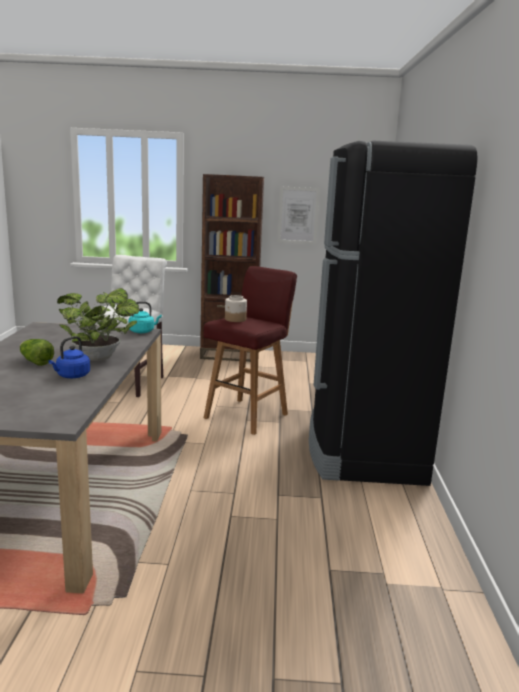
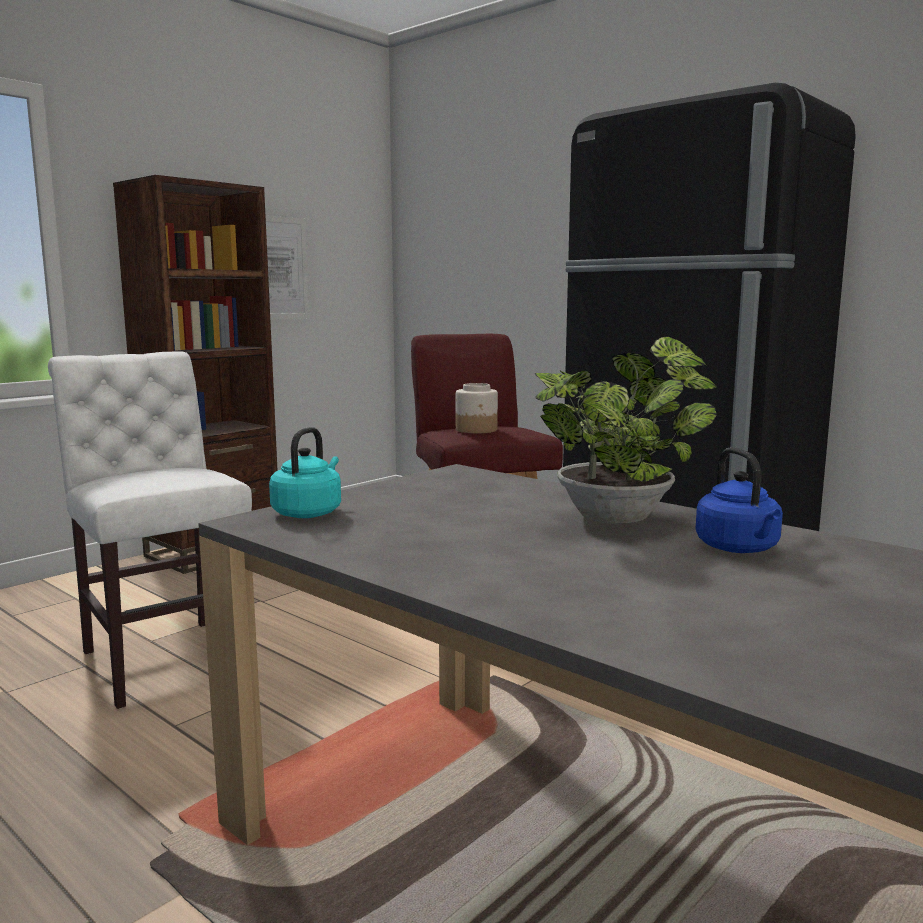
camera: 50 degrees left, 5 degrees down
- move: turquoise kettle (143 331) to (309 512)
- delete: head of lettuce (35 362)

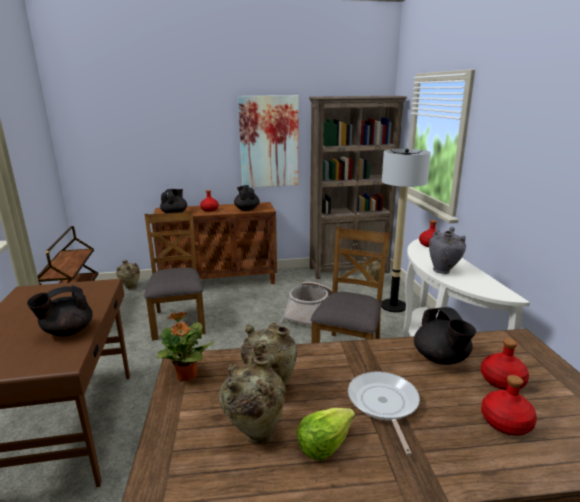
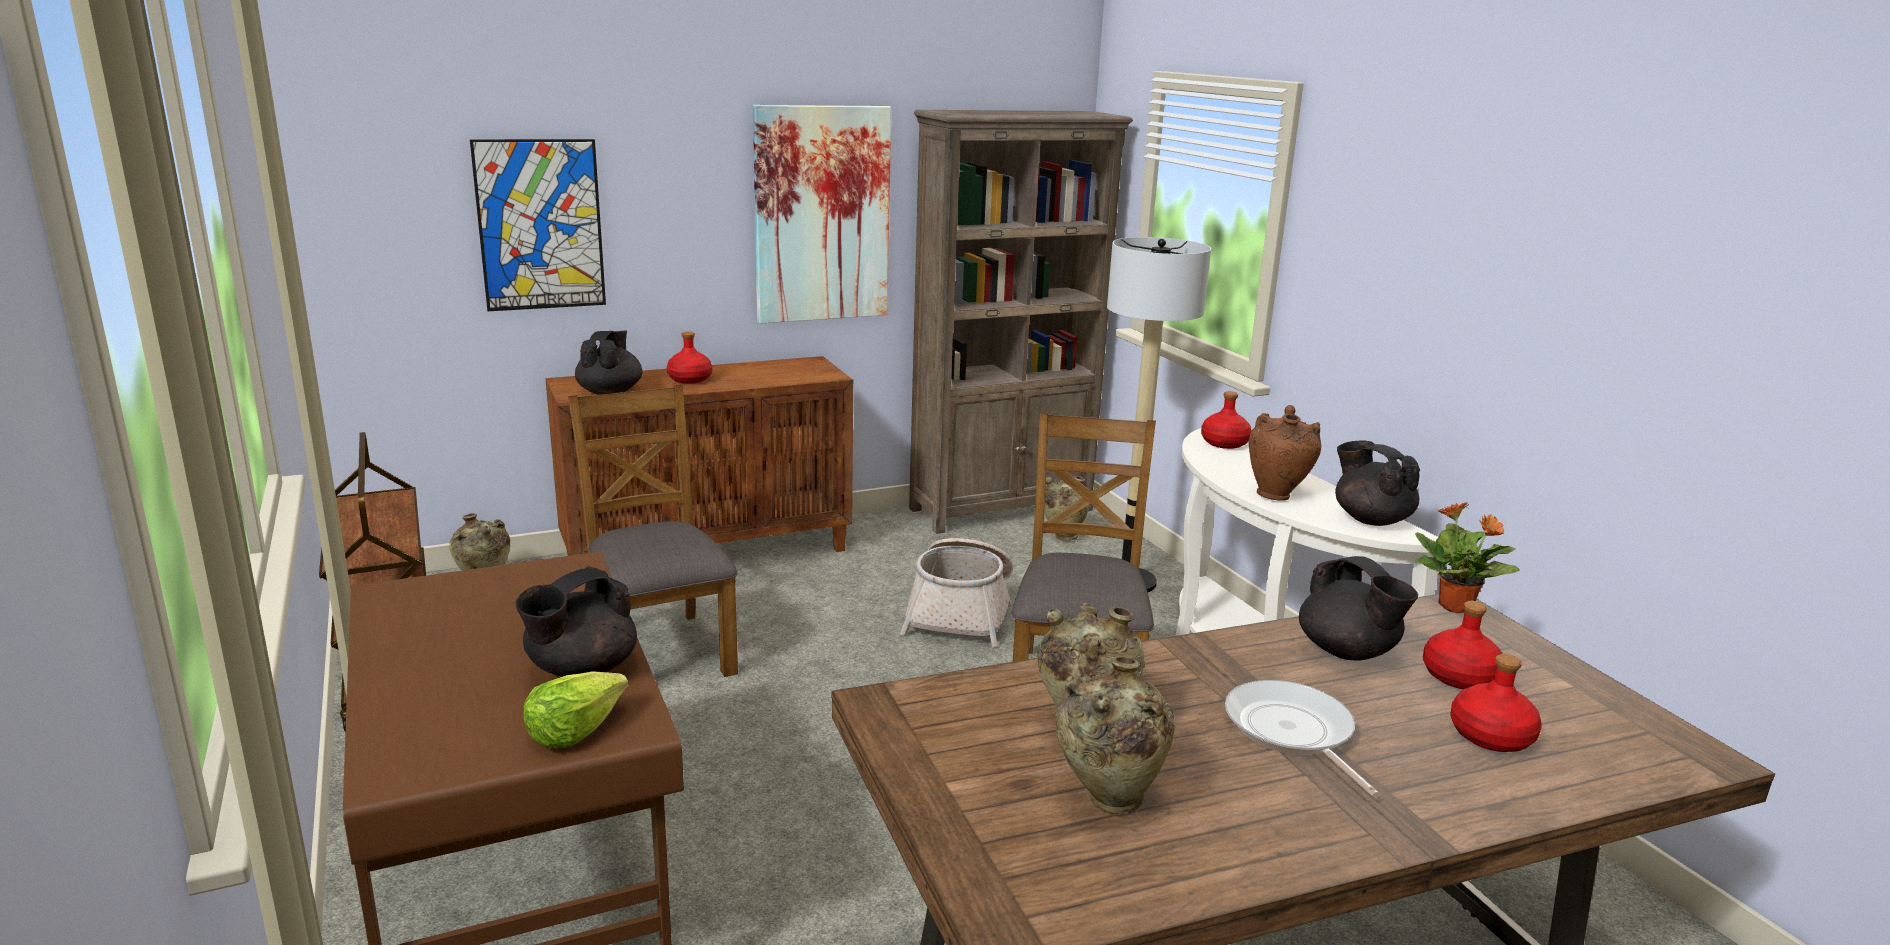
camera: 15 degrees left, 0 degrees up
- move: black-coloured tea pot (246 209) to (1370 519)
- recolor: greyish decorative vase (443 271) to brown-coloured decorative vase (1276 495)
- move: potted plant (186 376) to (1456 607)
- move: head of lettuce (324 443) to (574 730)
- insert: picture (540 225)

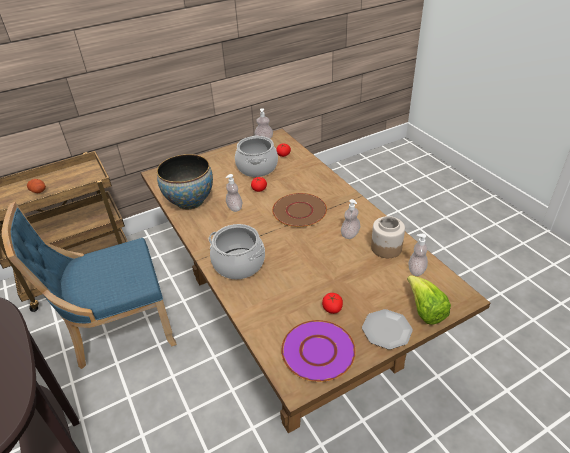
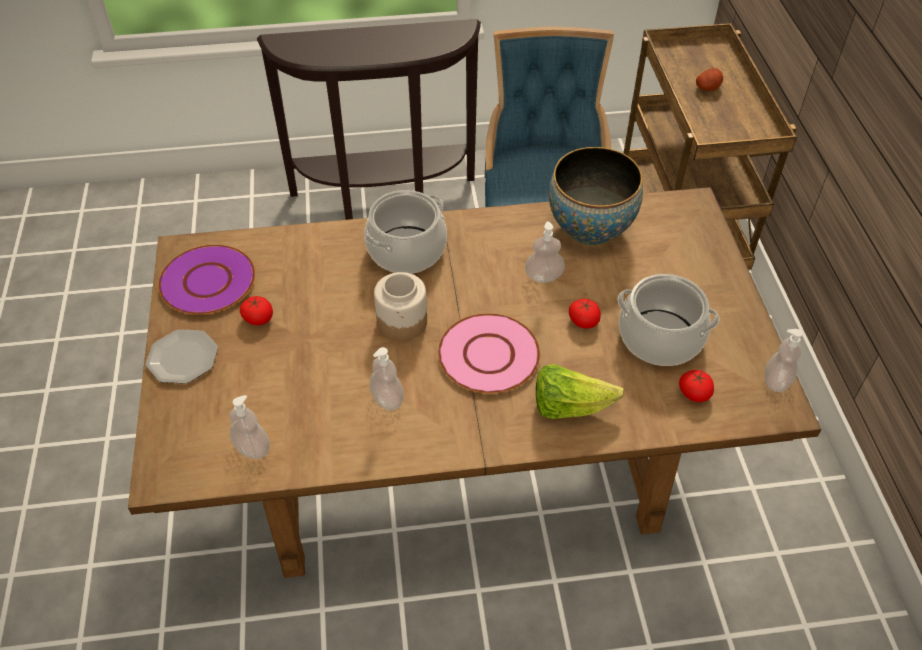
camera: 110 degrees right, 10 degrees up
- recolor: brown-coloured plate (300 211) to pink plate (488 355)
- move: preserve jar (385 248) to (402 322)
- move: head of lettuce (425 310) to (569 407)

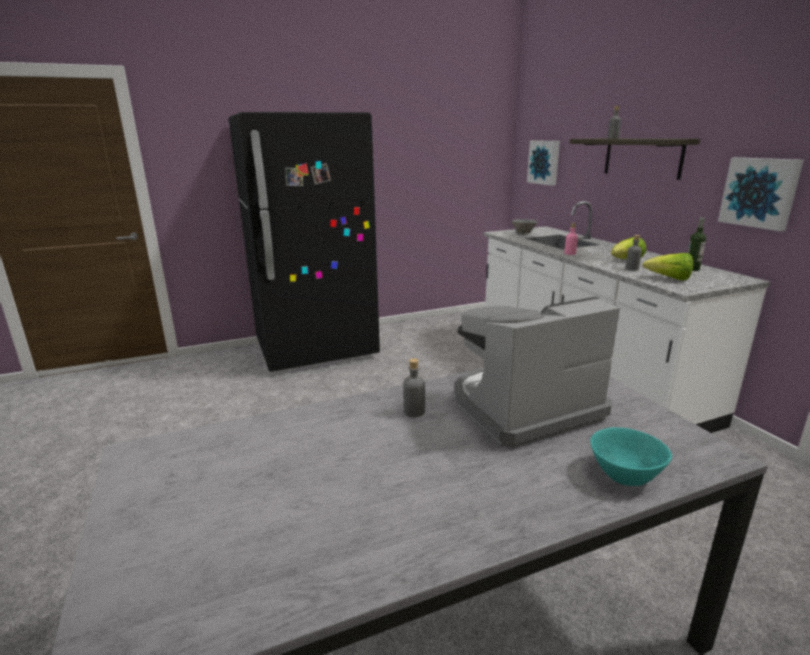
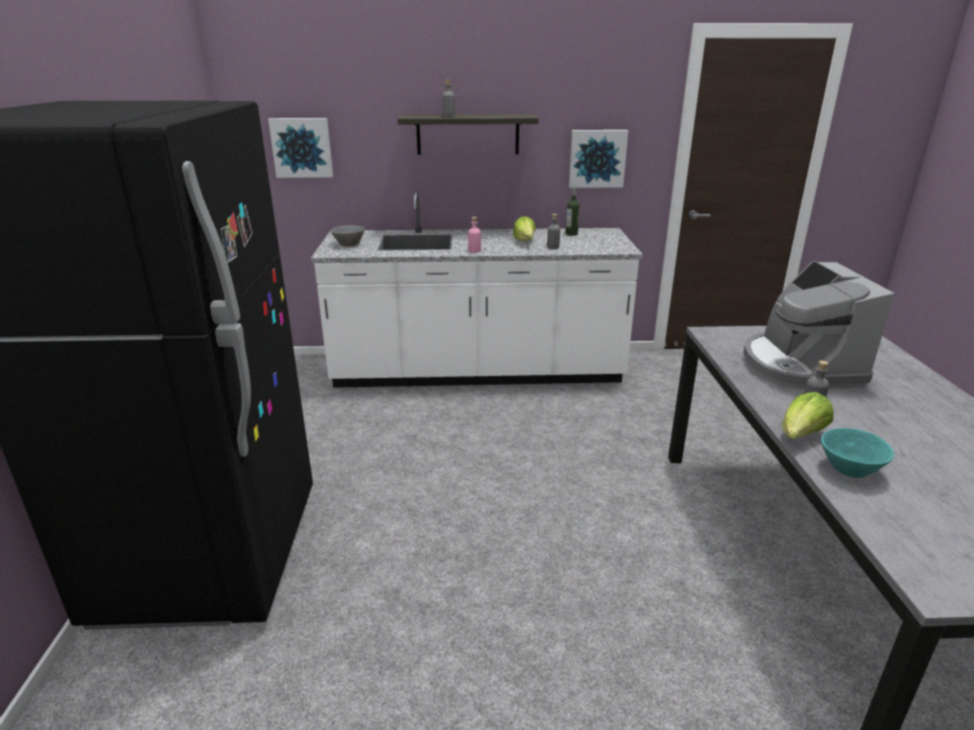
camera: 70 degrees left, 5 degrees up
- move: head of lettuce (669 279) to (801 436)
- move: turquoise bowl (624 474) to (847 469)

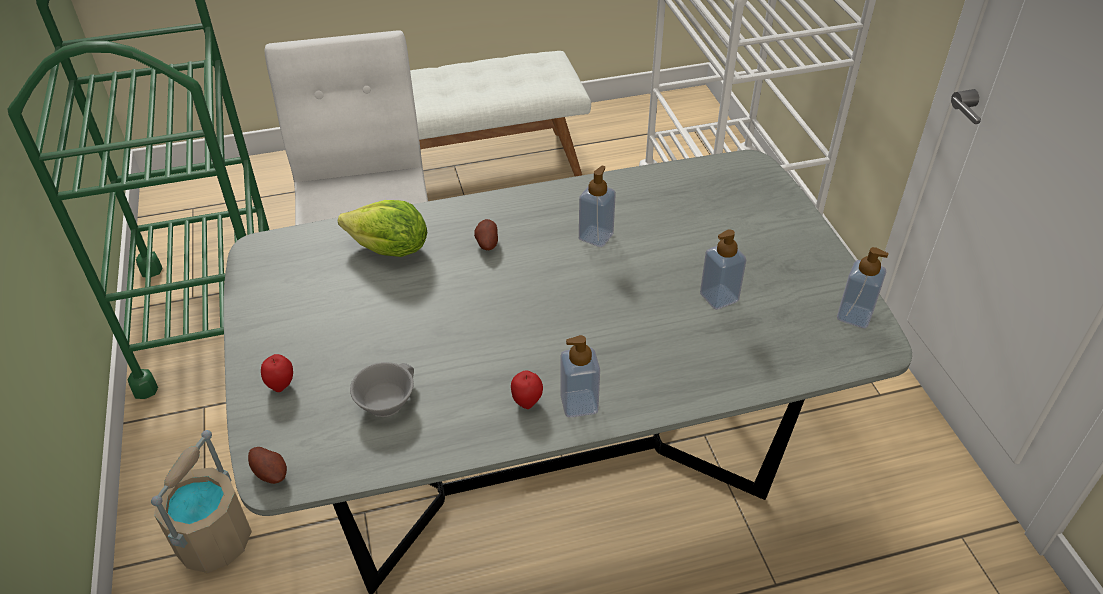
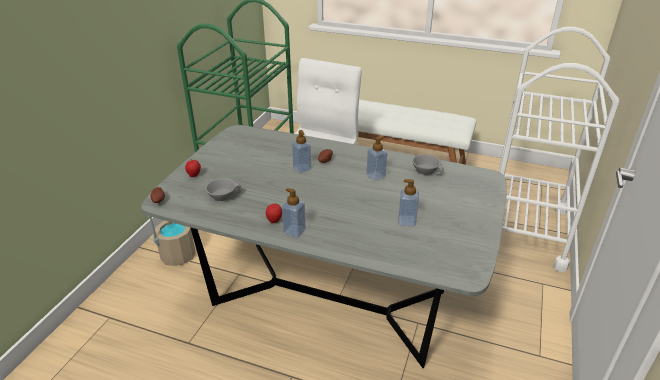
camera: 35 degrees right, 10 degrees down
- delete: head of lettuce (390 250)
- move: liquid soap bottle (854 315) to (302 168)
- insert: greyish cup (426 171)

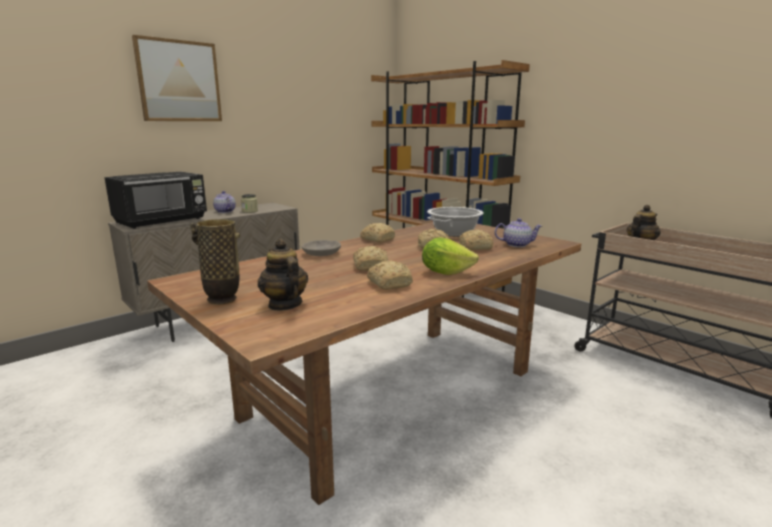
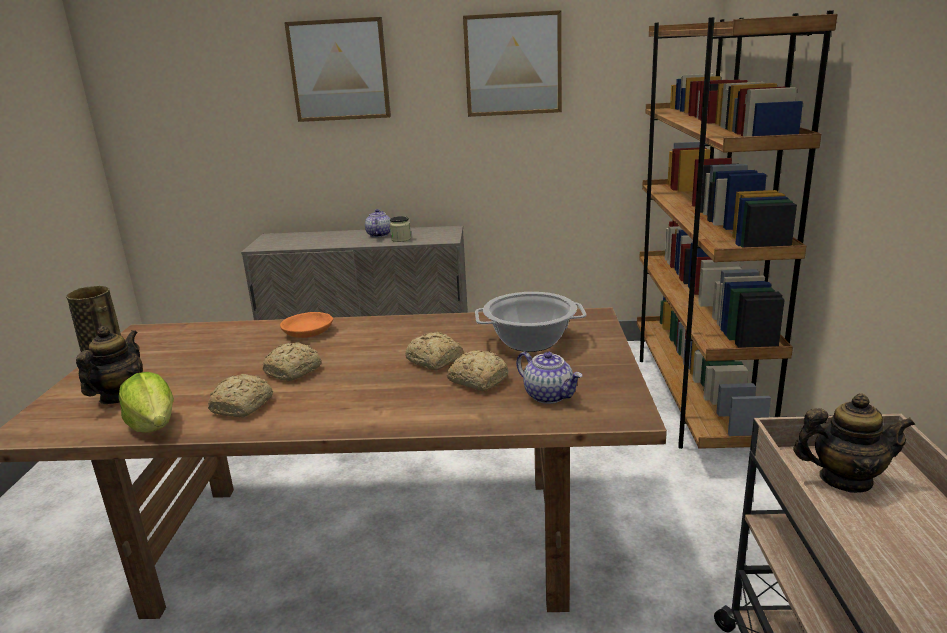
camera: 45 degrees right, 5 degrees up
- delete: black-coloured kitchen microwave (162 221)
- delete: bread (377 239)
- move: head of lettuce (445 272) to (154 425)
- recolor: greyish bowl (322 253) to orange-coloured bowl (309 332)
- insert: picture (513 64)

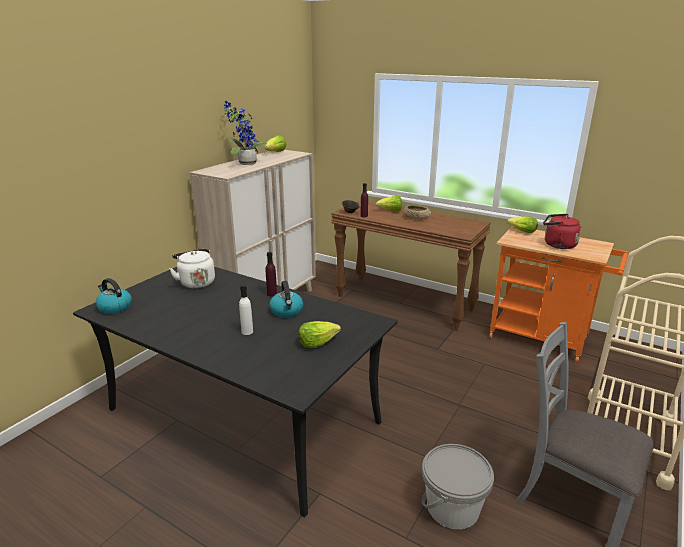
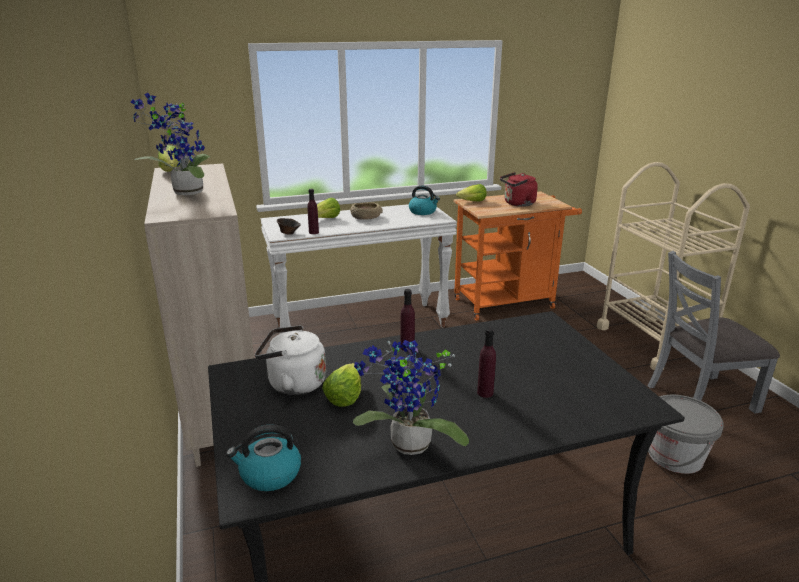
camera: 50 degrees left, 0 degrees up
- recolor: brown-coloured console table (404 303) to whitish console table (361 326)
- move: kettle (287 311) to (423 212)
- recolor: whitish bottle (247 332) to purple-coloured bottle (485 393)
- move: head of lettuce (317 342) to (344 396)
- insert: potted plant (407 447)

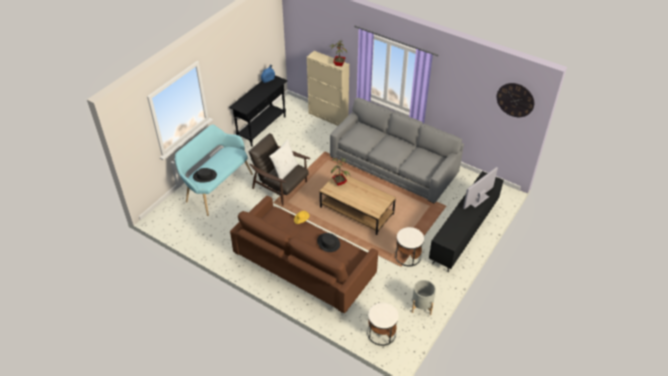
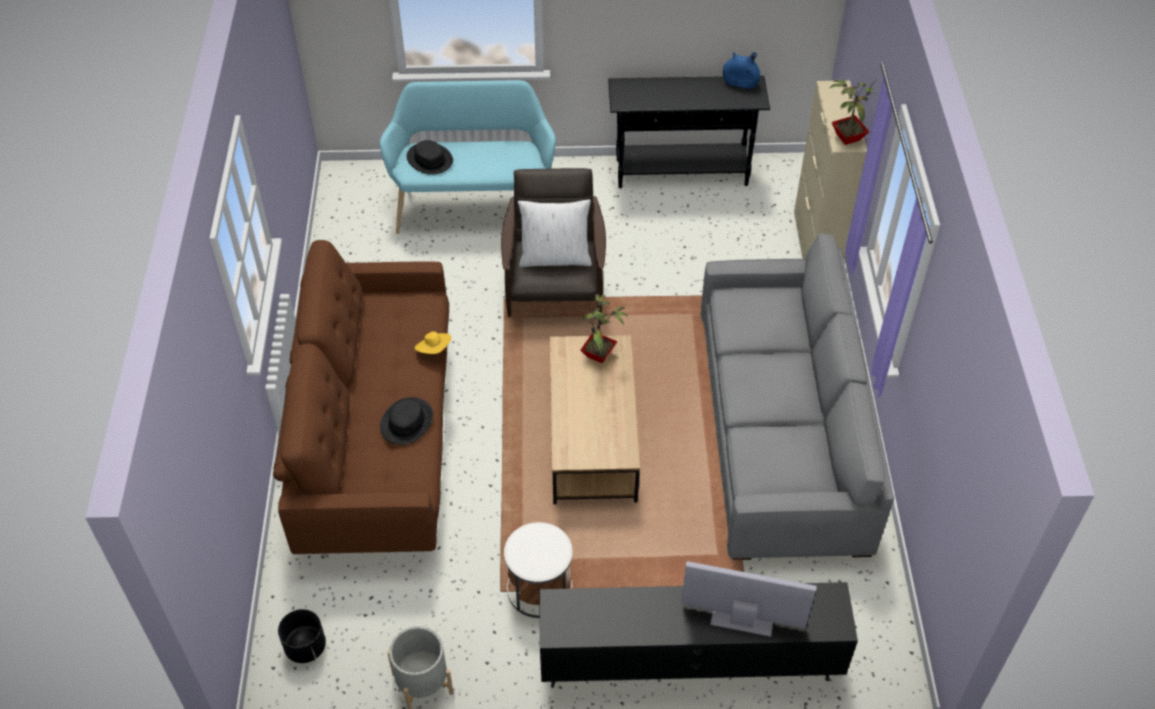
camera: 55 degrees right, 5 degrees up
- delete: wall clock (515 100)
- replace: whitish end table (381 333) to black-coloured flower pot (305 647)

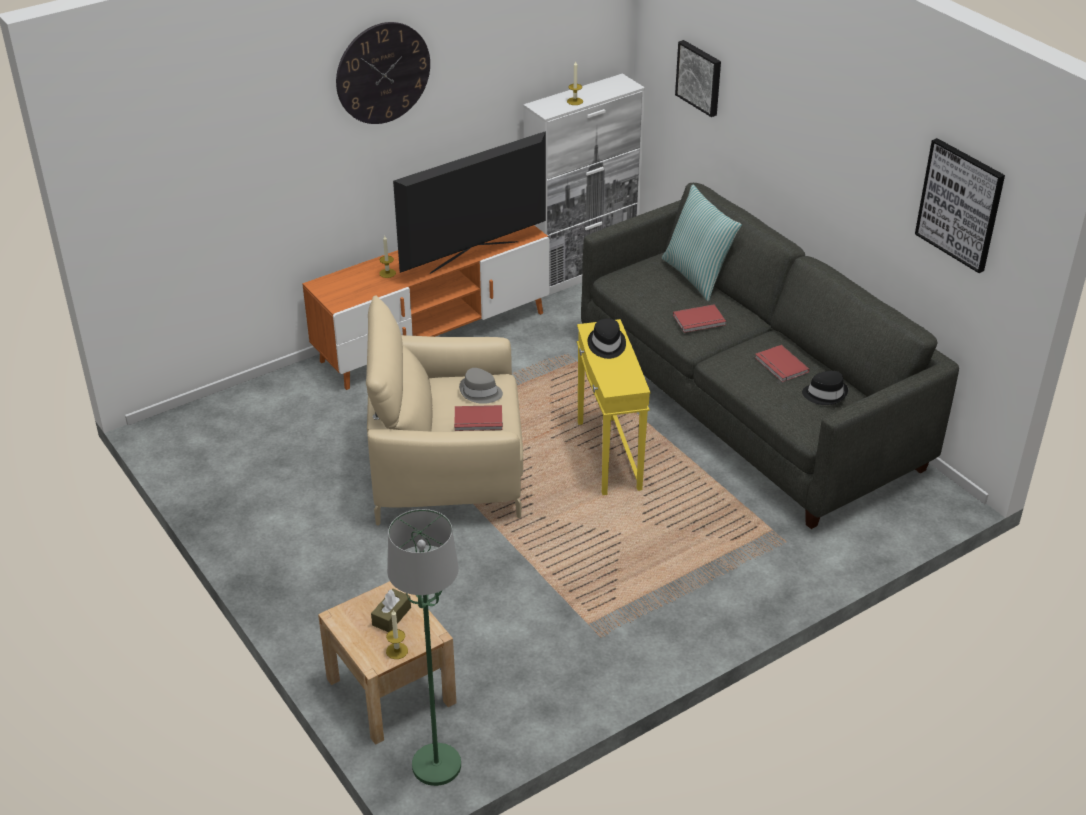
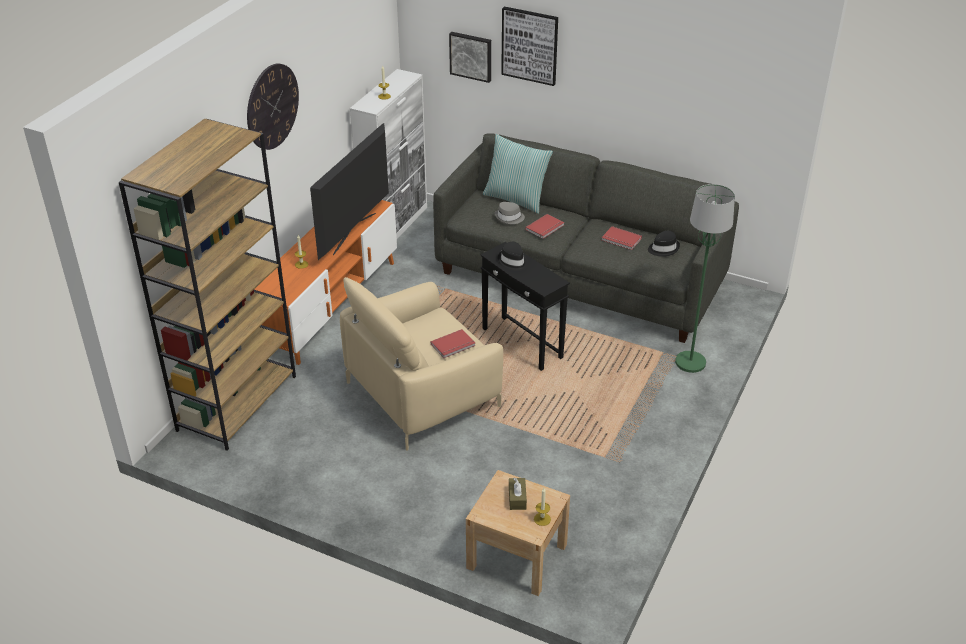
camera: 30 degrees left, 0 degrees up
- move: picture (960 204) to (530 45)
- recolor: yellow-coloured end table (608 456) to black-coloured end table (522 344)
- move: greyish wearable hat (480 392) to (509 218)
- move: green-coloured standing lamp (436 766) to (690 363)
- insert: brown-coloured bookshelf (237 402)

